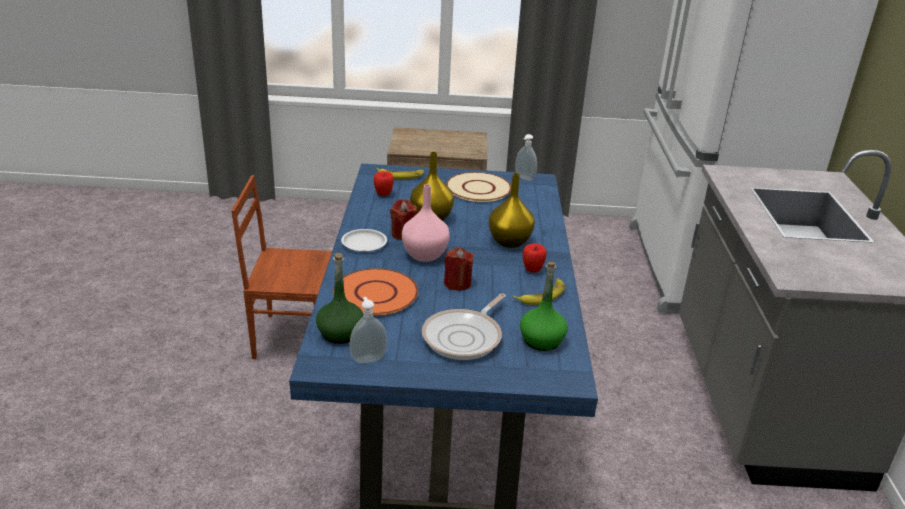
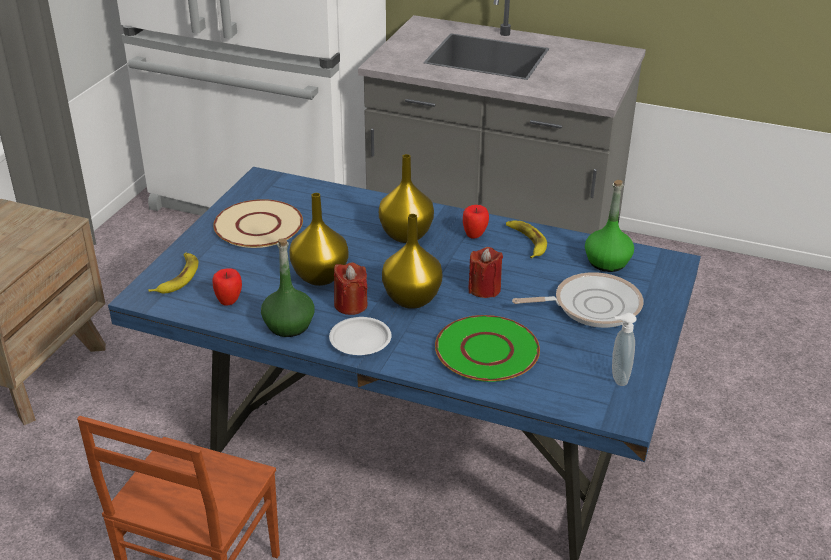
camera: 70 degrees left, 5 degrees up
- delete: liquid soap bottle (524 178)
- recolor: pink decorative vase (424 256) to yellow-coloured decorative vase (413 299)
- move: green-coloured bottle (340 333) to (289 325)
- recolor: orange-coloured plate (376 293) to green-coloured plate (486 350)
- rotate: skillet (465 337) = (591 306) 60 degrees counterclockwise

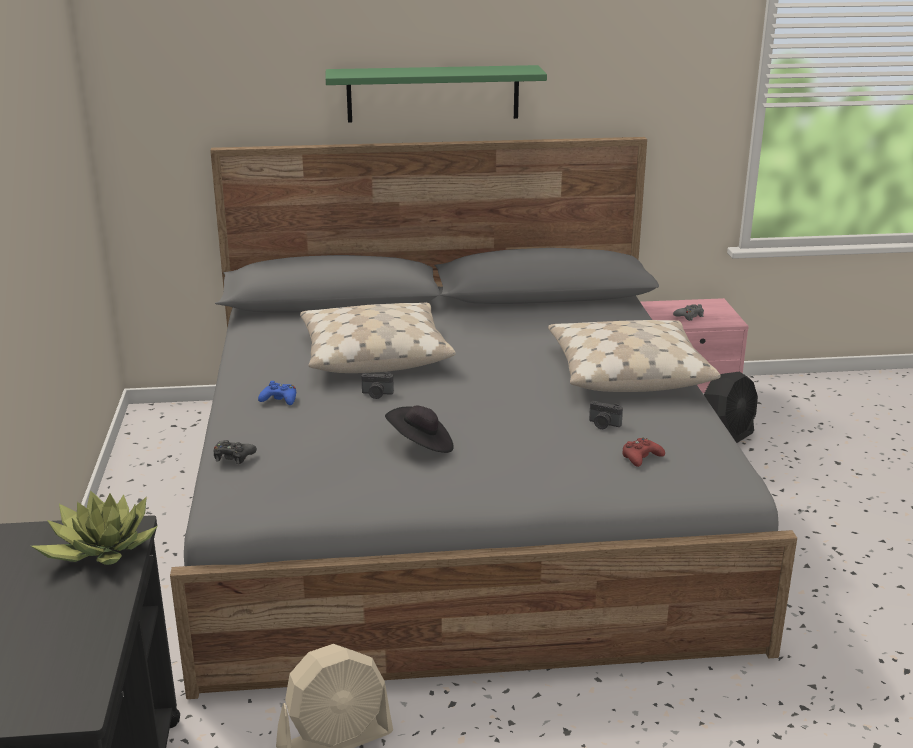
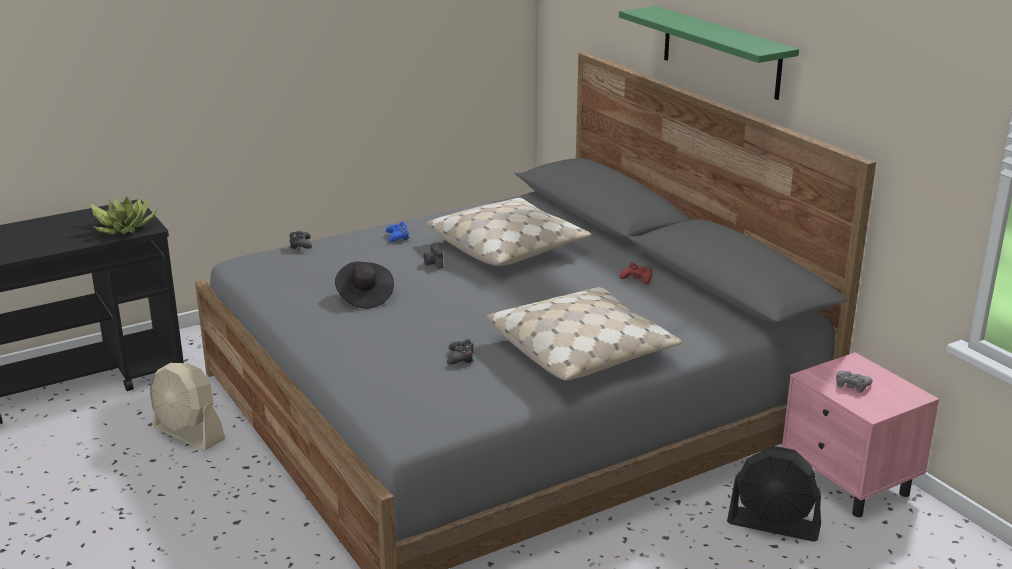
camera: 65 degrees right, 0 degrees up
- replace: photo camera (603 425) to black-coloured joypad (461 357)
- move: red-coloured joypad (641 457) to (637 279)

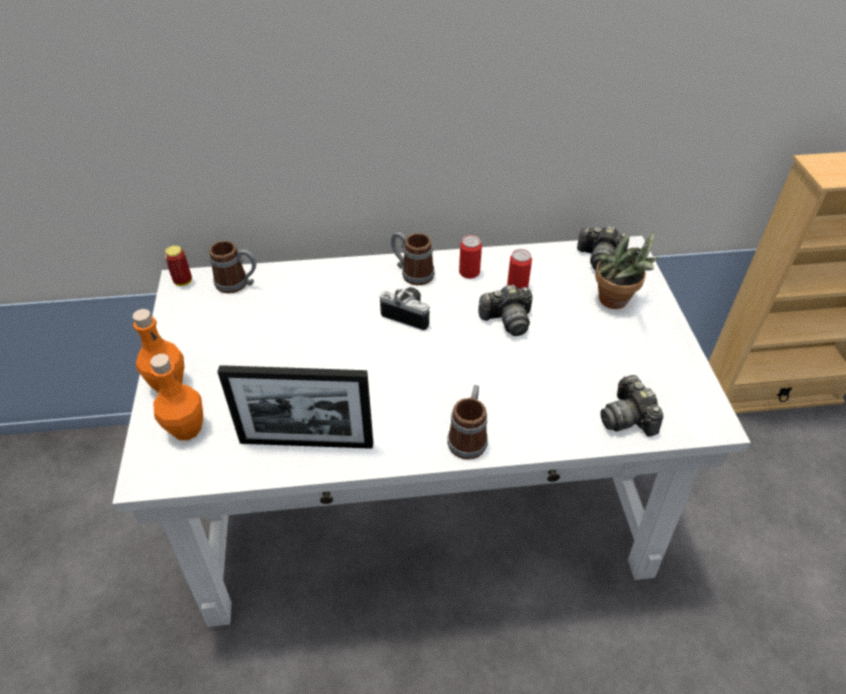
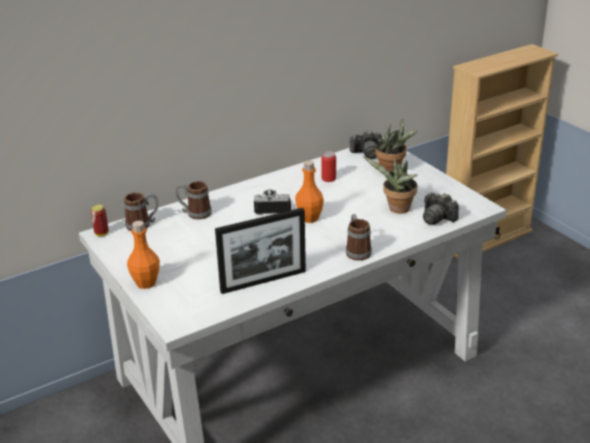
camera: 25 degrees left, 15 degrees down
- move: coffee mug (412 273) to (194 213)
- delete: metal can (469 272)
- delete: photo camera (507 320)
- move: orange-coloured bottle (186 429) to (309 218)
- insert: potted plant (396 209)

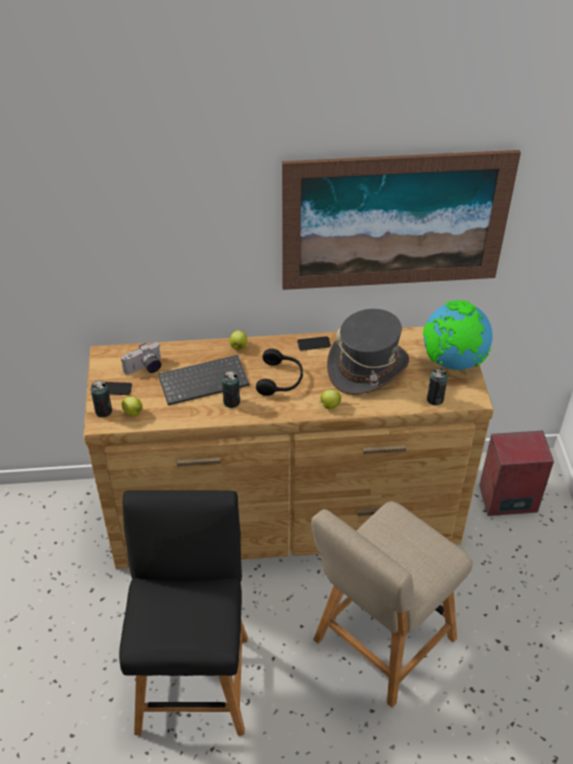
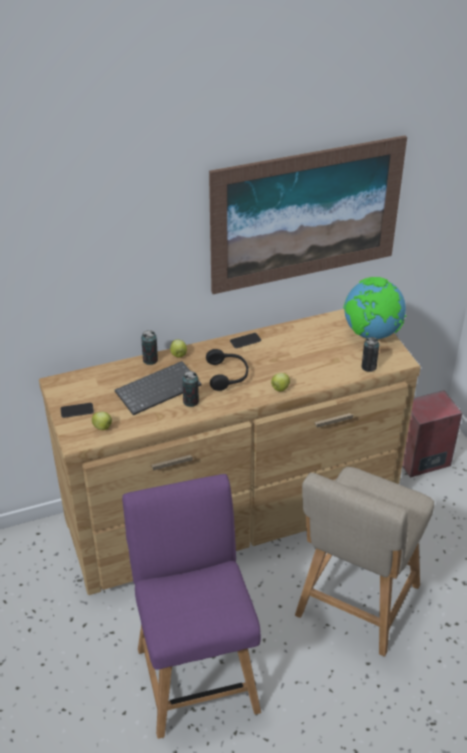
camera: 15 degrees left, 5 degrees down
- delete: greyish wearable hat (367 367)
- delete: photo camera (145 368)
- move: metal can (103 411) to (150 360)
- recolor: black-coloured chair (193 676) to purple-coloured chair (196 673)

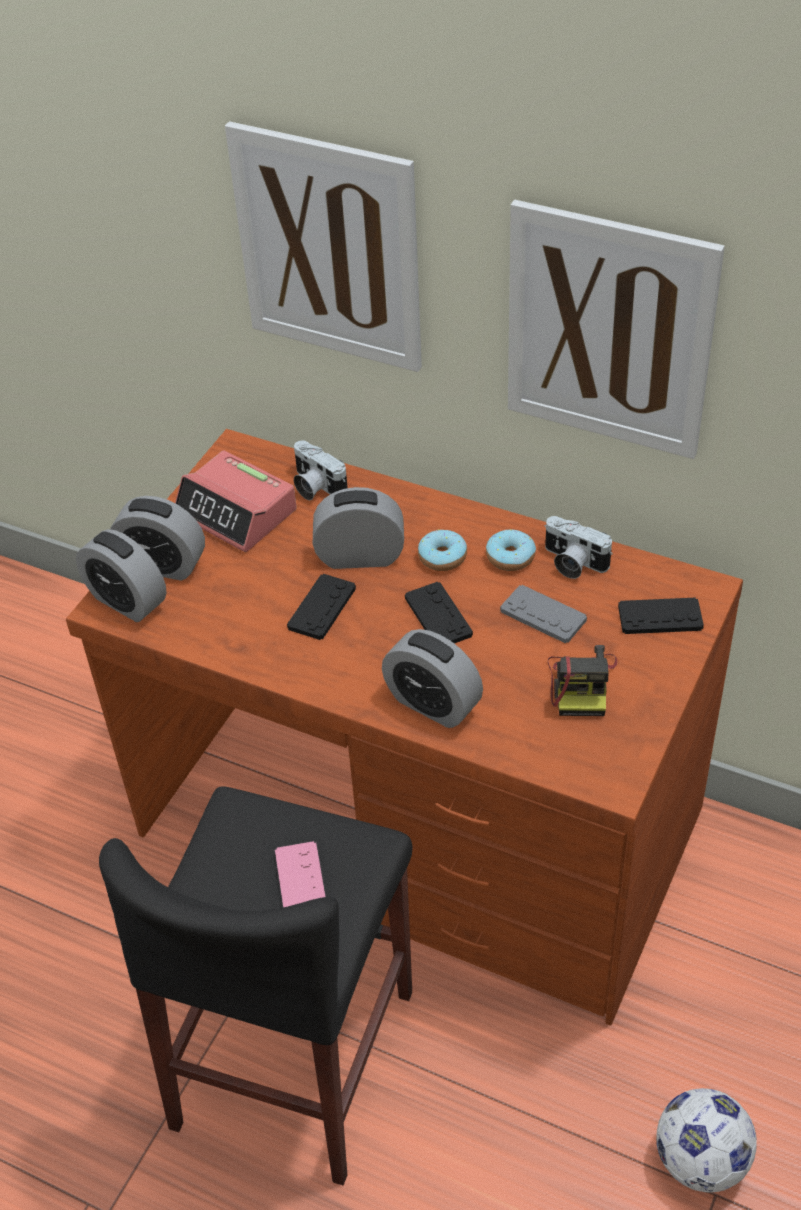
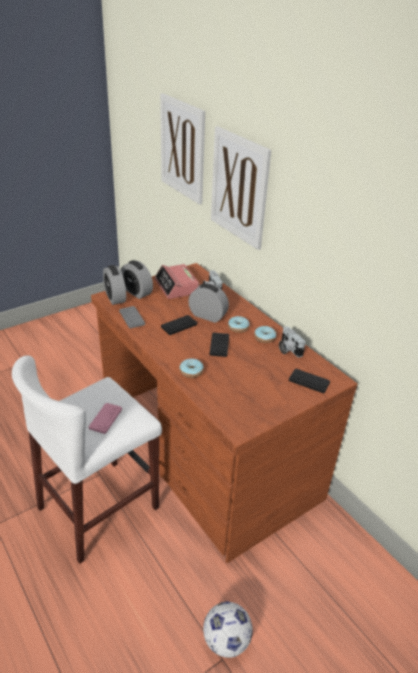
camera: 25 degrees right, 10 degrees down
- move: picture (609 331) to (182 148)
- move: greyish joypad (543 615) to (132 317)
- replace: alarm clock (433 703) to doughnut (191 371)
- delete: photo camera (581 684)
- recolor: black-coloured stool seat (295 1058) to whitish stool seat (99 508)

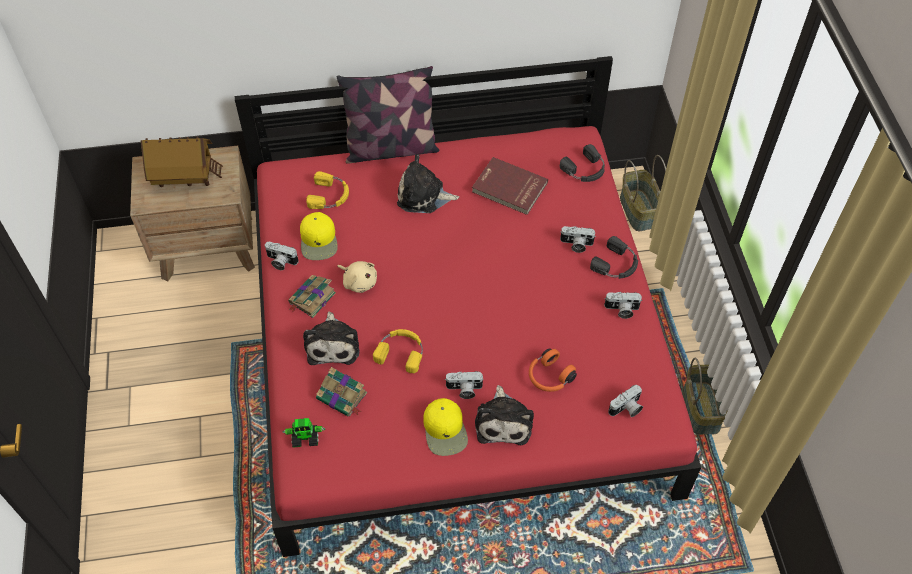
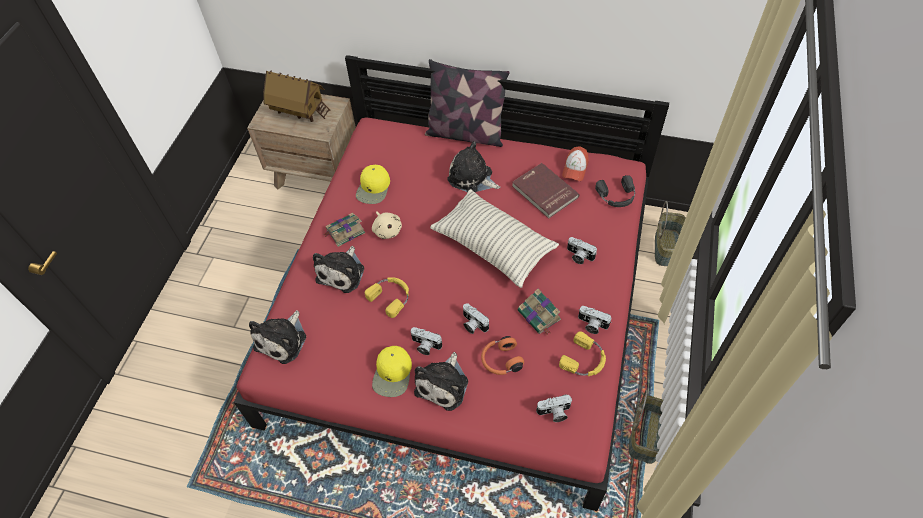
camera: 25 degrees right, 0 degrees up
- move: yellow-coloured headset (330 195) to (584 360)
- delete: black-coloured headset (616 264)
- move: photo camera (280 261) to (473 324)
- move: volume (342 396) to (539 316)
- replace: toy robot (305 438) to plush toy (283 340)
- insert: peaked cap (575 168)
- insert: cushion (493 246)

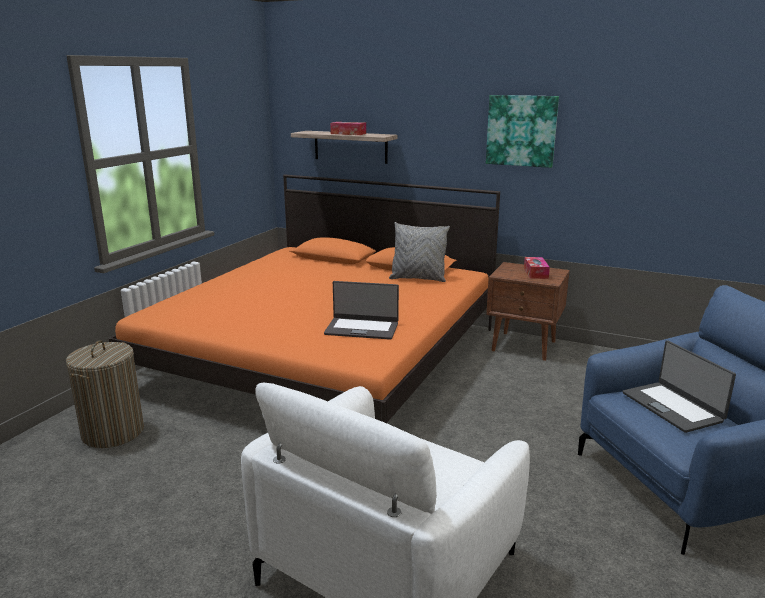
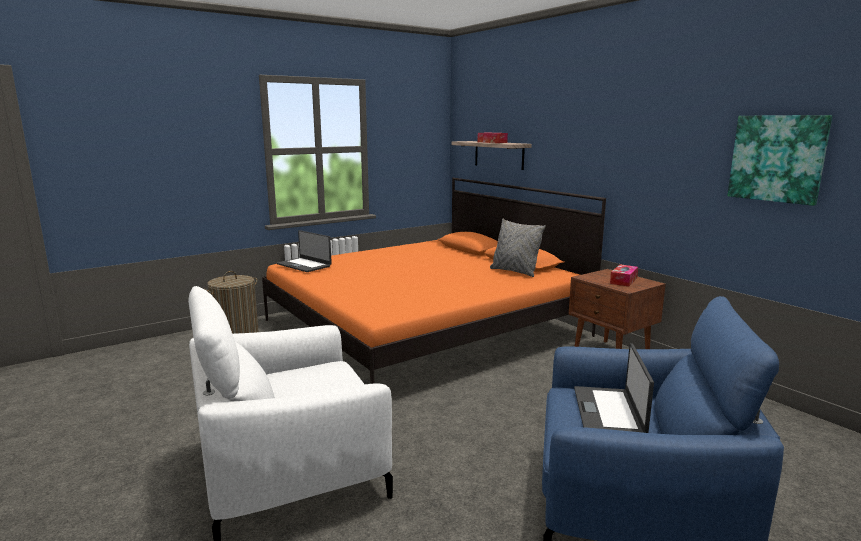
camera: 30 degrees right, 5 degrees down
- move: picture (521 130) to (777 158)
- move: portable computer (362 328) to (304 265)

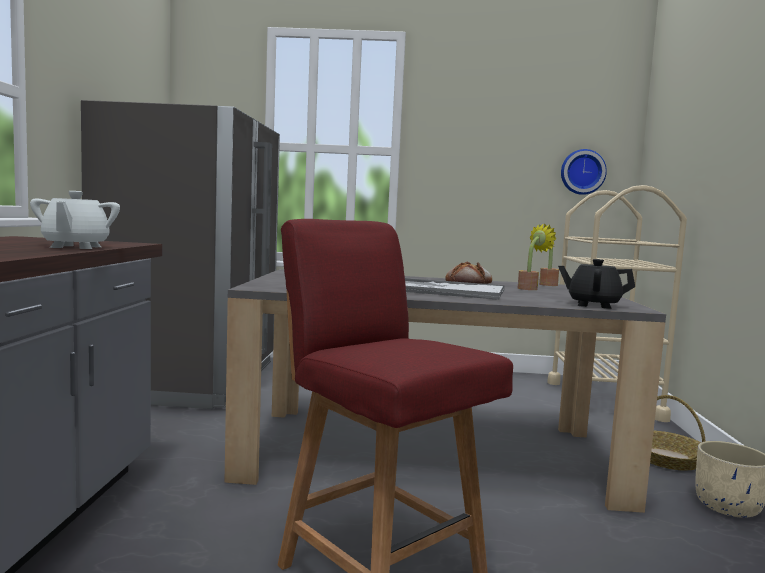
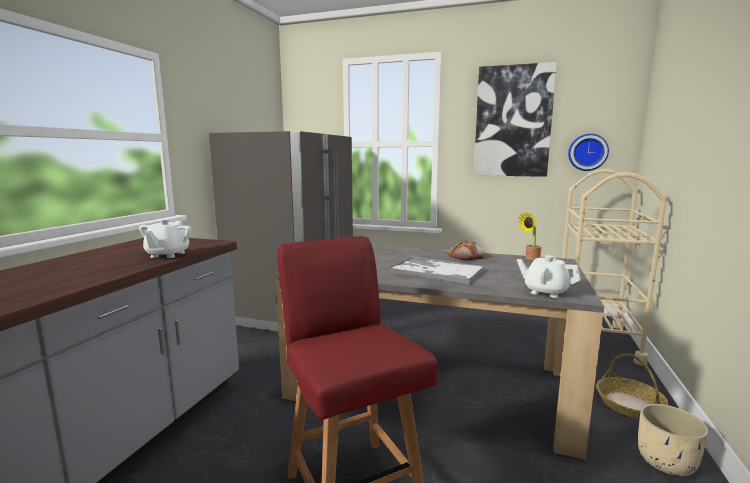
camera: 15 degrees right, 5 degrees up
- delete: potted plant (530 288)
- recolor: black-coloured tea pot (593 305) to whitish tea pot (545 292)
- insert: picture (512 122)

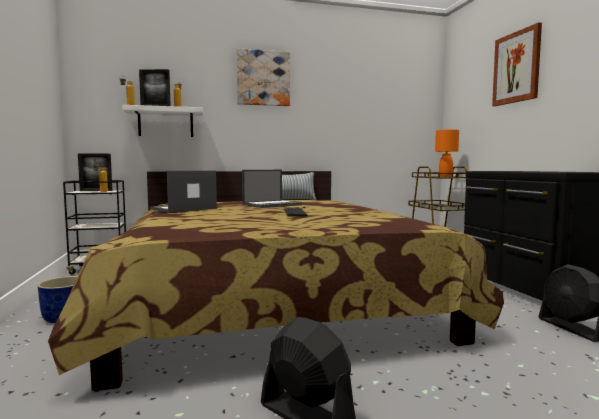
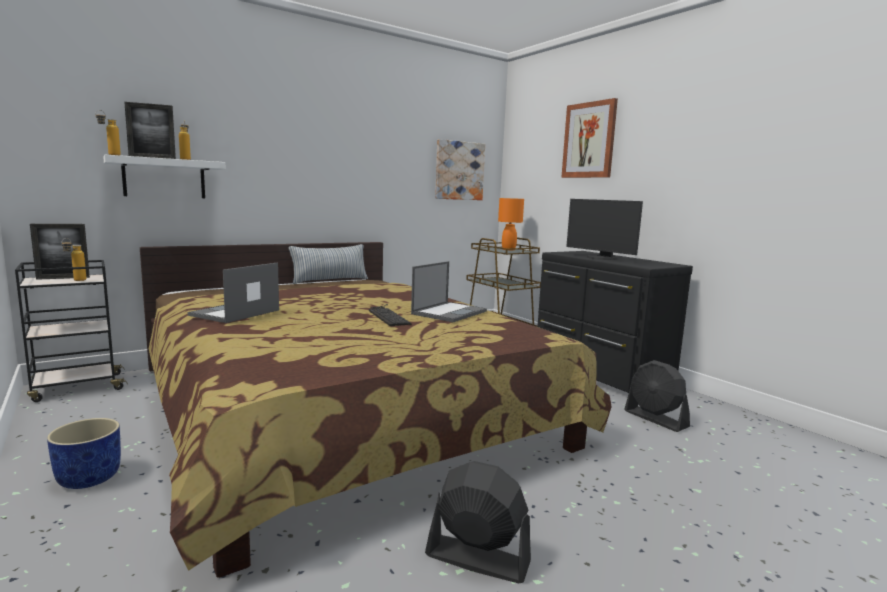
camera: 20 degrees left, 5 degrees up
- move: picture (263 78) to (459 170)
- move: portable computer (272 205) to (449 312)
- insert: computer display (600 258)

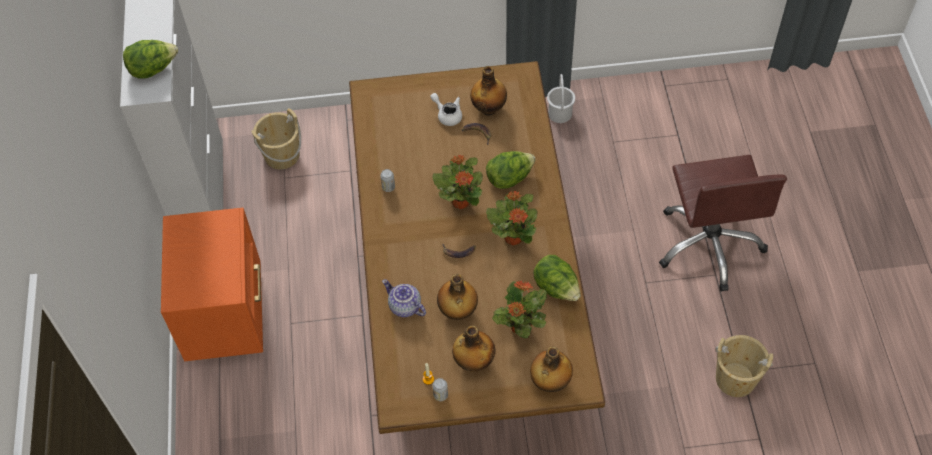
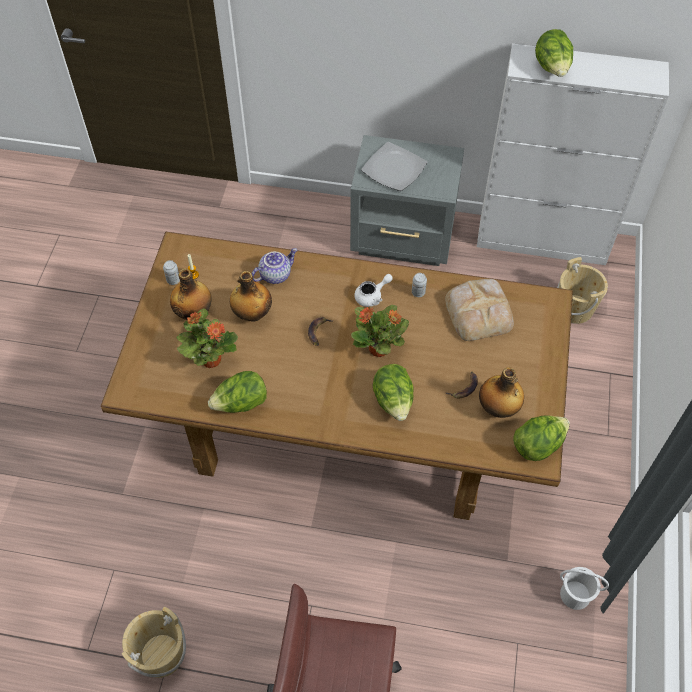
camera: 105 degrees right, 0 degrees up
- move: whitish tea pot (447 115) to (372 296)
- delete: potted plant (513 237)
- recolor: orange-coloured nightstand (227 314) to greyish nightstand (404 239)
- delete: bottle (550 381)
- insert: plate (394 169)
- insert: bread (479 311)
- insert: head of lettuce (538 445)

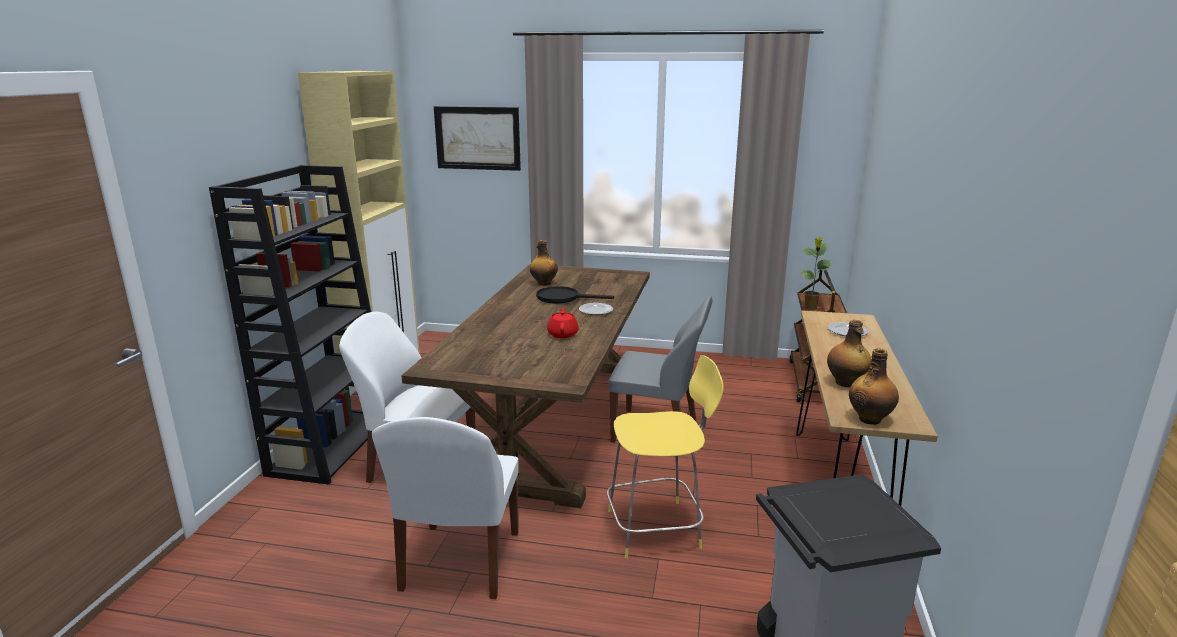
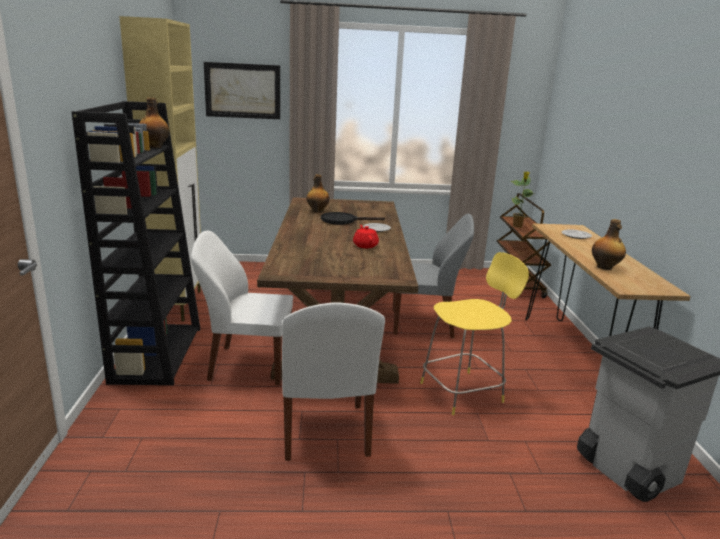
camera: 15 degrees left, 0 degrees up
- move: bottle (870 419) to (155 147)

